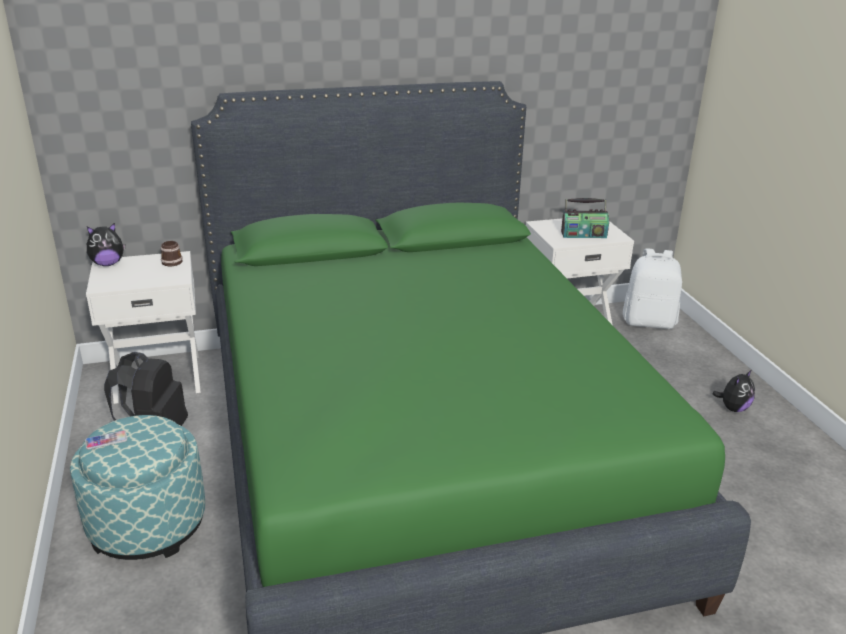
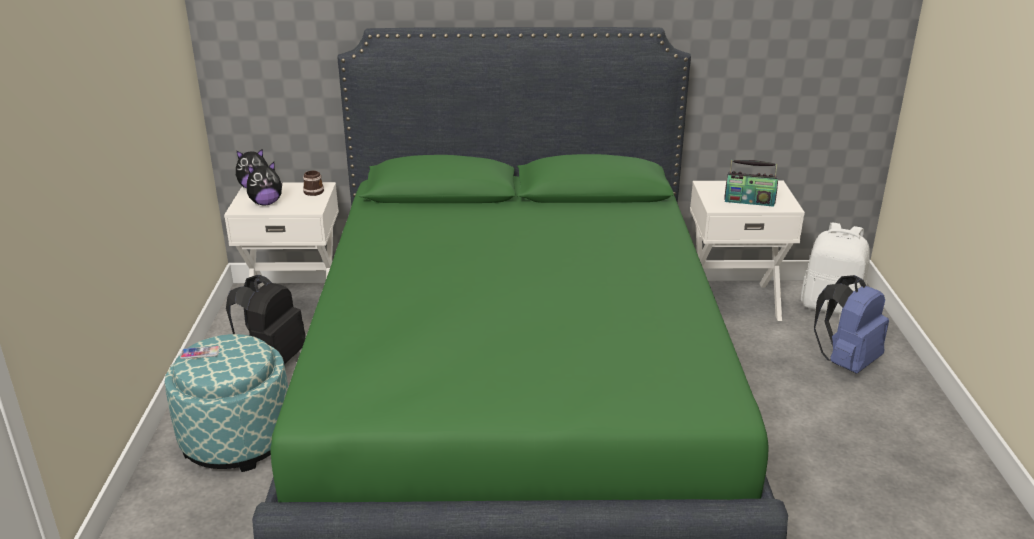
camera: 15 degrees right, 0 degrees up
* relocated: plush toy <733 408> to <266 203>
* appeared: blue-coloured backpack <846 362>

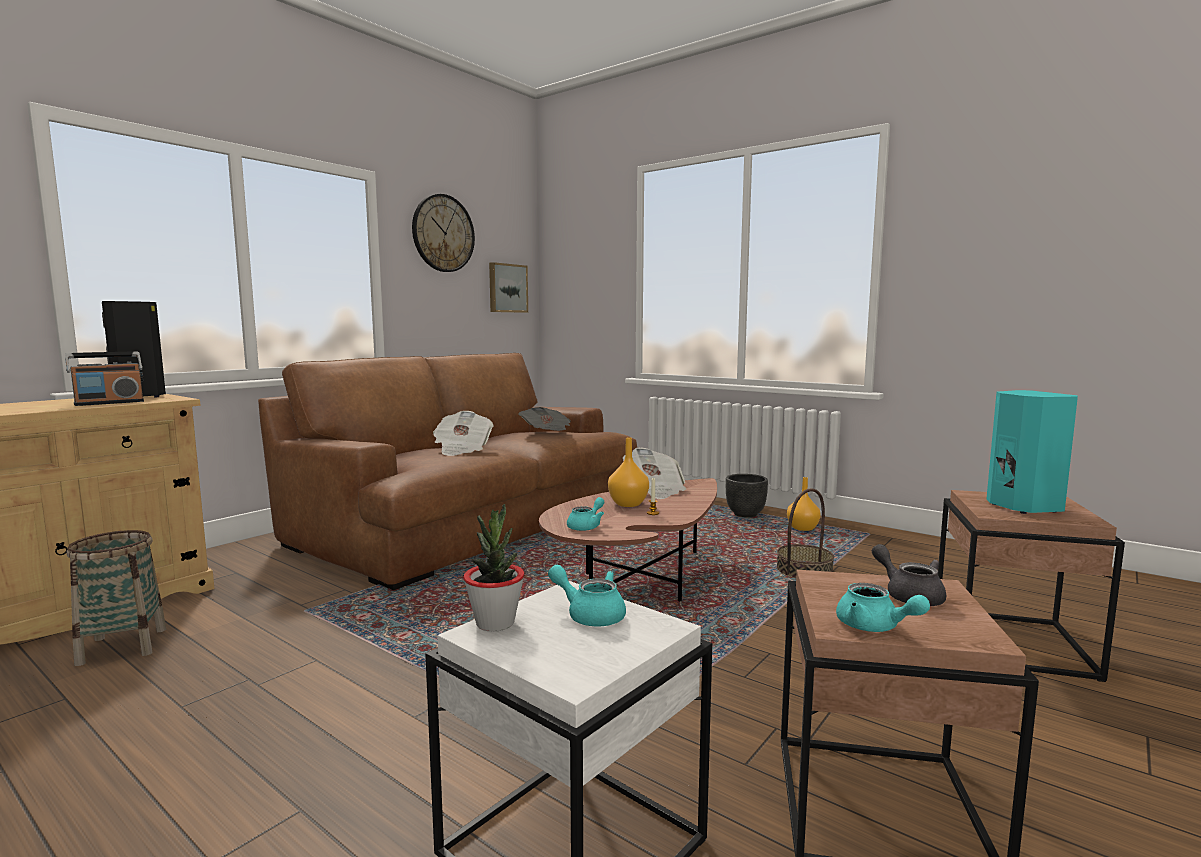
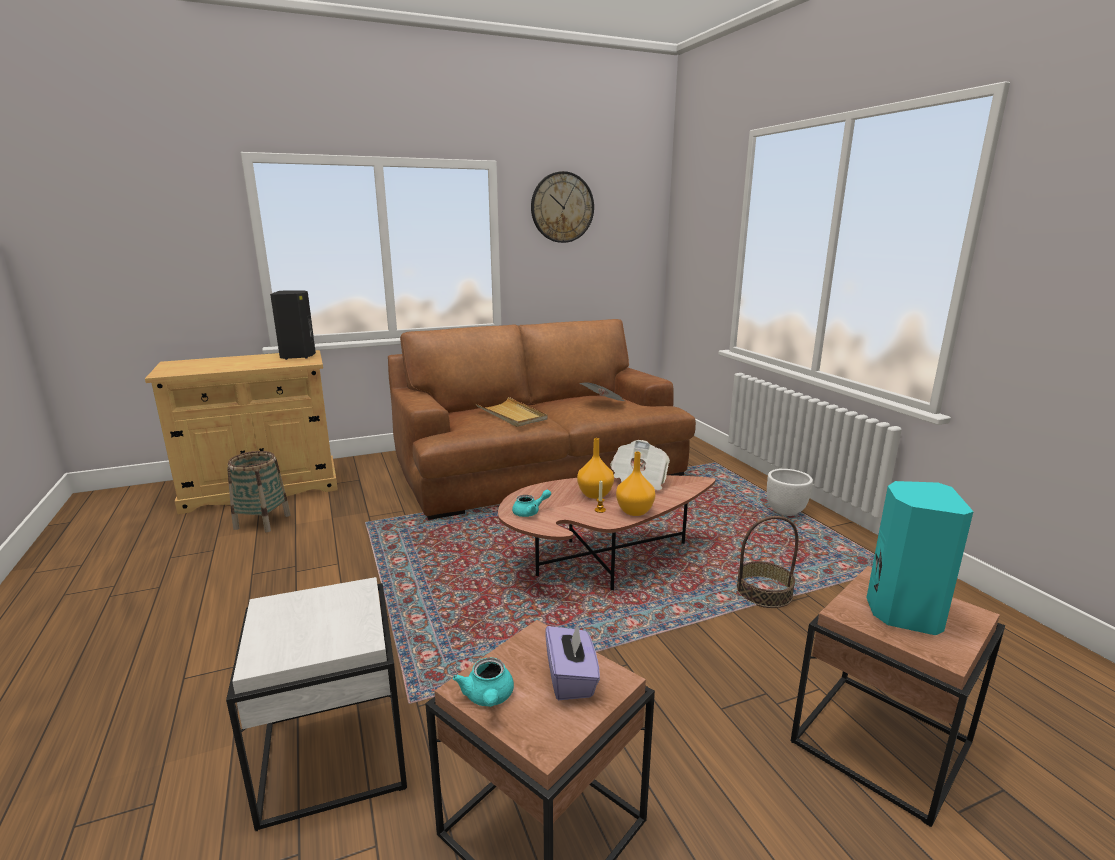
camera: 30 degrees right, 10 degrees up
* missing: wall picture <507 288>
* missing: radio receiver <109 403>
* exchanged: newspaper <462 450> to sand-coloured serving tray <511 415>
* colour: black-coloured planter <745 515> to white planter <785 511>
* relocated: orange-coloured vase <803 529> to <634 511>
* missing: houseplant <495 623>
* exchanged: grey teapot <909 595> to purple box of tissues <571 679>
* missing: turquoise teapot <590 615>

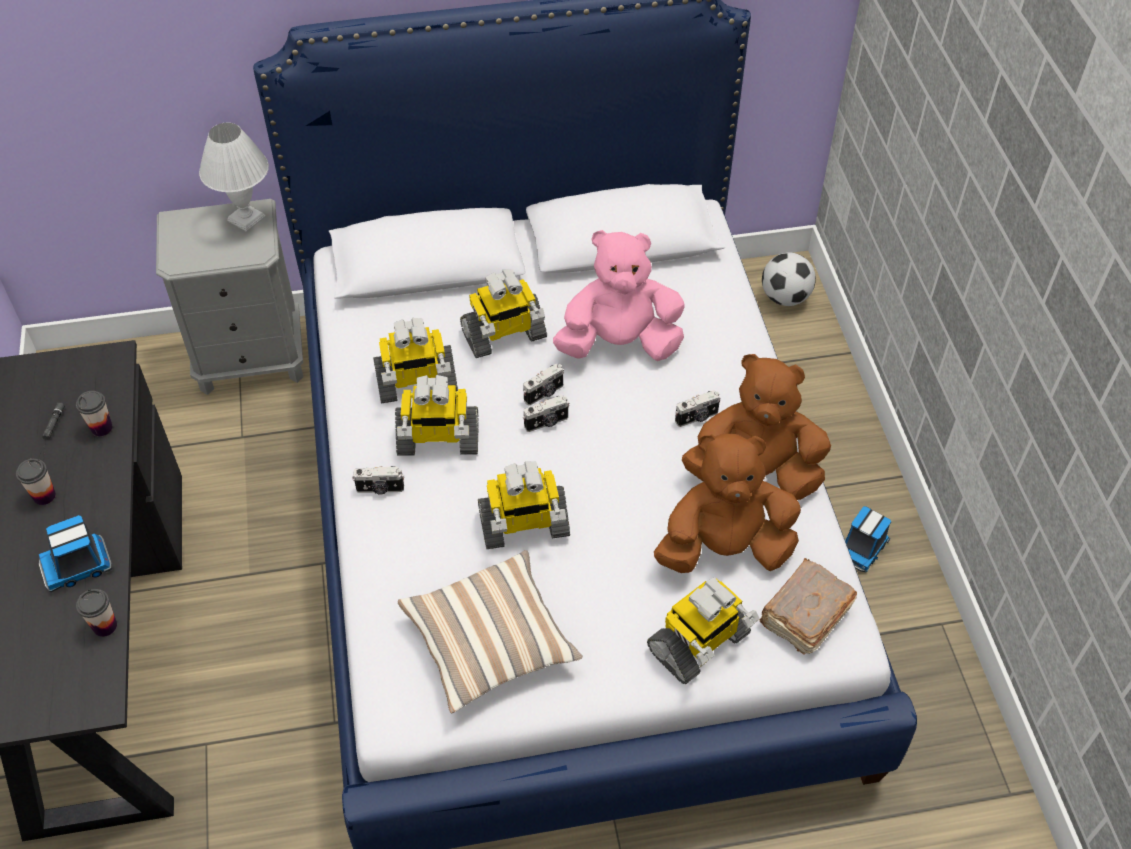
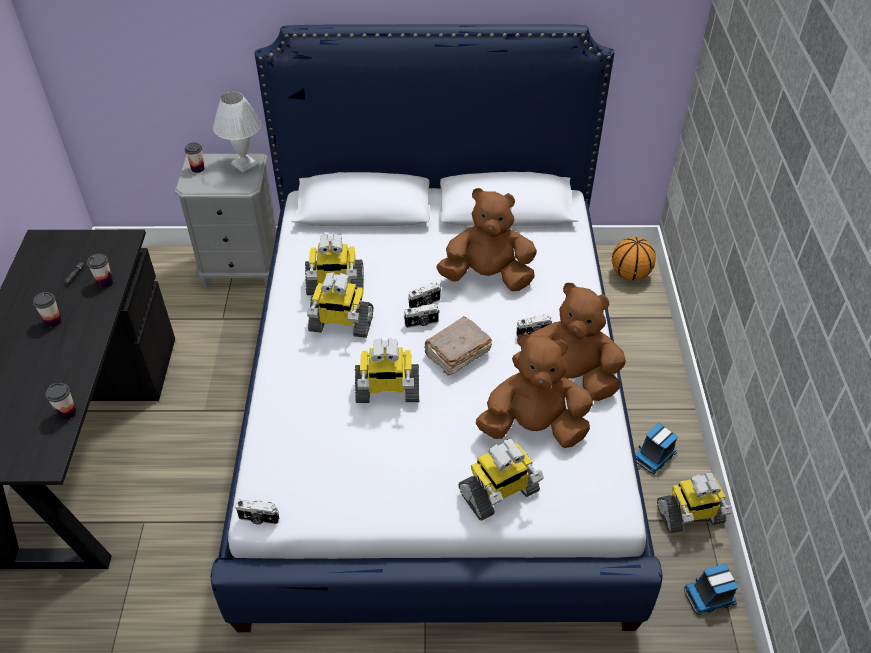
camera: 10 degrees right, 5 degrees down
* colour: pink-coloured plush toy <619 343> to brownish plush toy <487 277>
* exchanged: football <785 297> to basketball ball <629 274>
* relocated: robot figure <504 336> to <689 515>
* relocated: still camera <380 489> to <258 519>
* relocated: toy lorry <78 565> to <710 596>
* missing: cushion <490 643>
* relocated: brownish volume <804 616> to <456 354>
* appeared: cup <198 168>

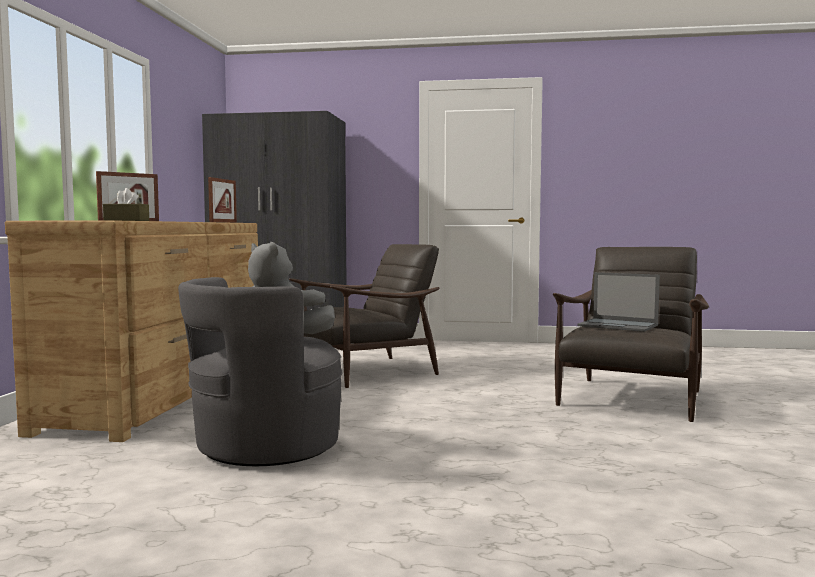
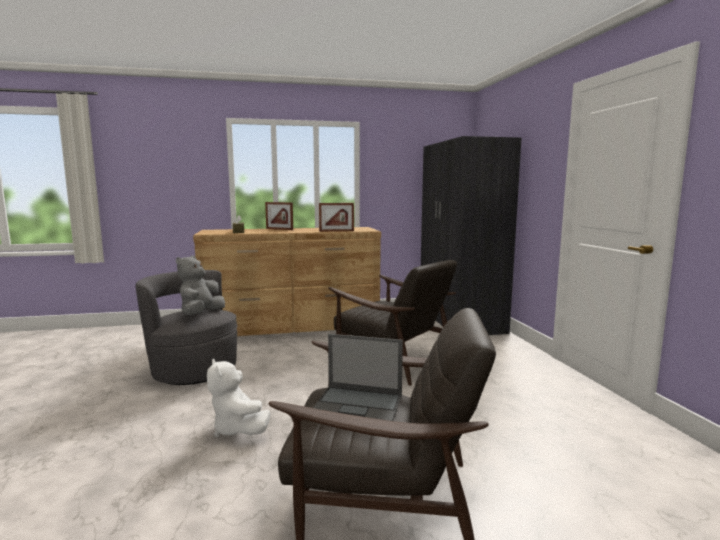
camera: 70 degrees right, 5 degrees up
* spun: laptop <619 325> = <359 404> 90 degrees counterclockwise
* appeared: white plush toy <238 429>

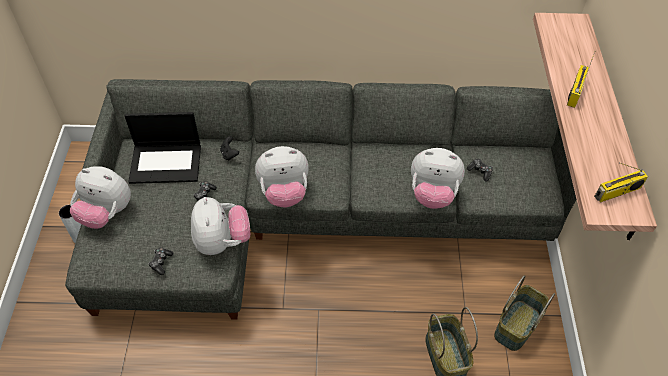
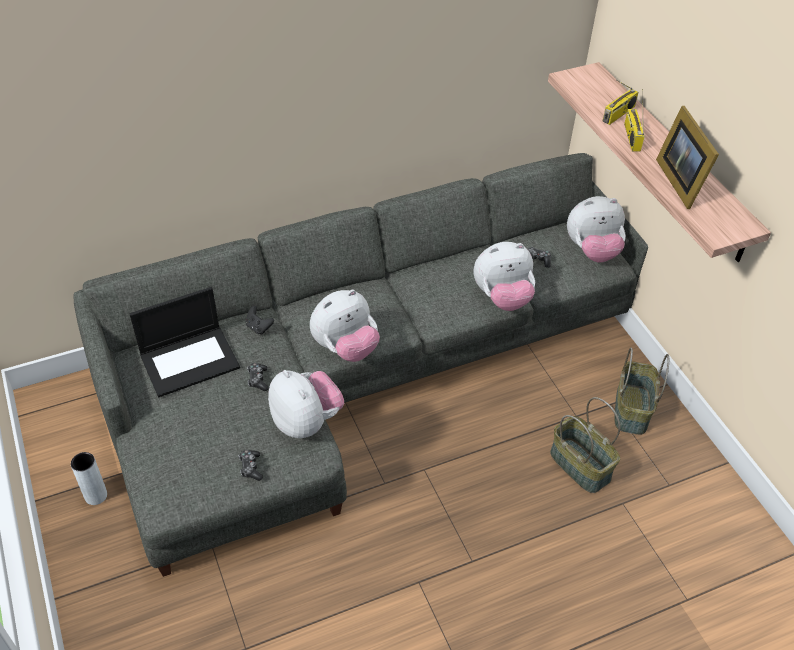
camera: 25 degrees left, 5 degrees down
* relocated: radio receiver <617 192> to <618 114>
* relocated: plush toy <106 213> to <592 251>
* appeared: standing frame <680 181>

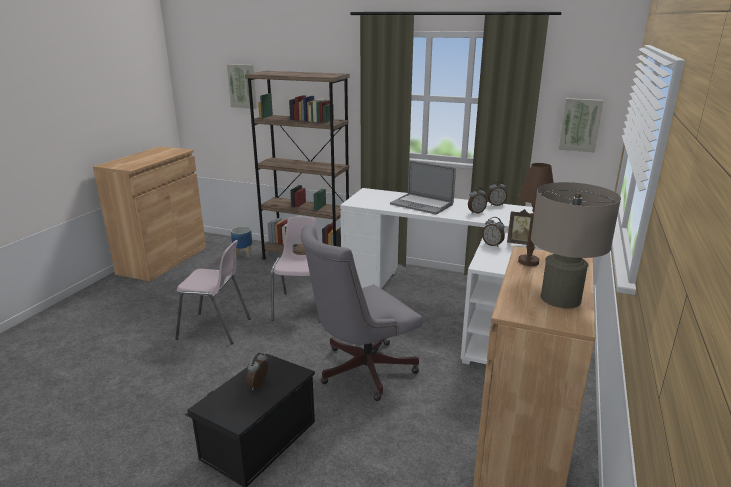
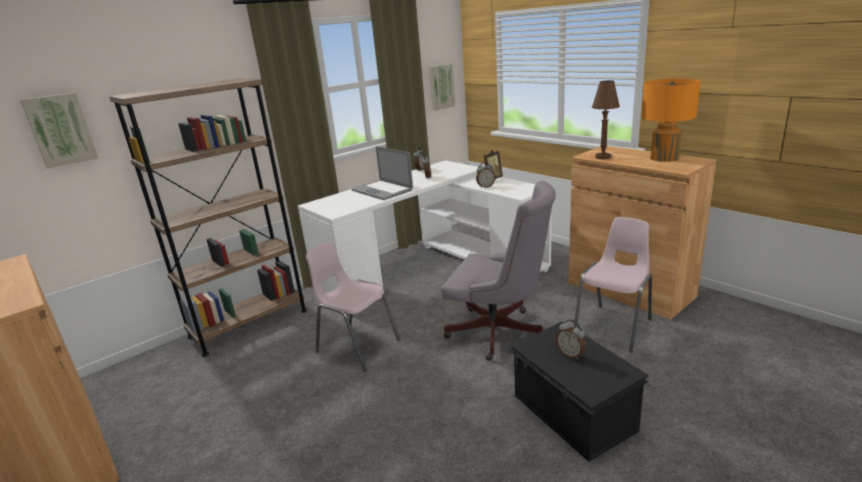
camera: 60 degrees left, 0 degrees up
* spun: laptop <421 204> = <382 190> 75 degrees clockwise
* colour: sand-coloured lamp for a table <560 298> to orange-coloured lamp for a table <664 158>
* spun: grey desk chair <360 370> = <500 333> 60 degrees counterclockwise
* missing: planter <243 254>
* relocated: pink-coloured plain chair <215 329> to <614 327>

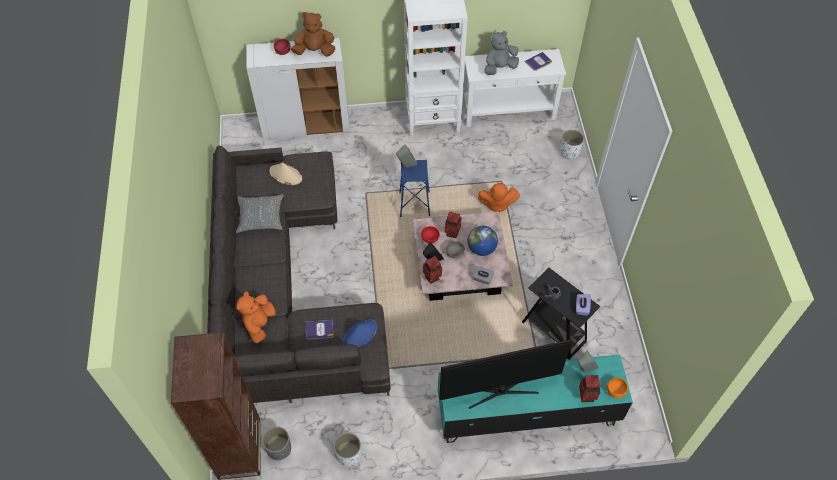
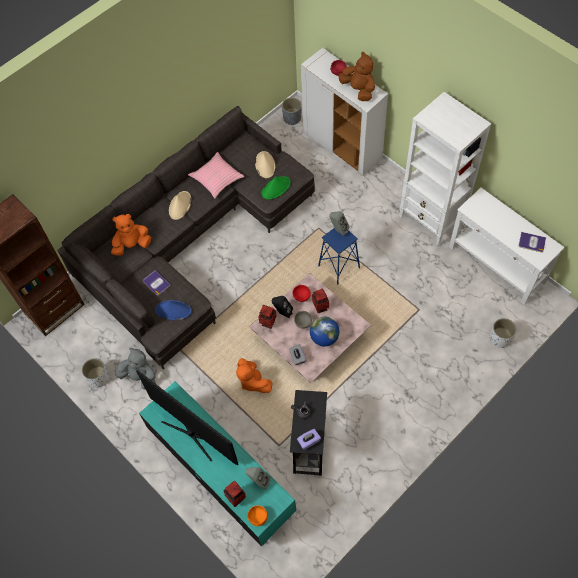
camera: 55 degrees right, 5 degrees up
* relocated: grey plush toy <499 67> to <139 376>
* relocated: orange-coloured plush toy <497 204> to <253 381>
* colour: grey cushion <260 217> to pink-coloured cushion <216 179>
* relocated: grey planter <279 448> to <292 118>
* appeared: green hat <276 188>
* appeared: sand-coloured hat <180 206>

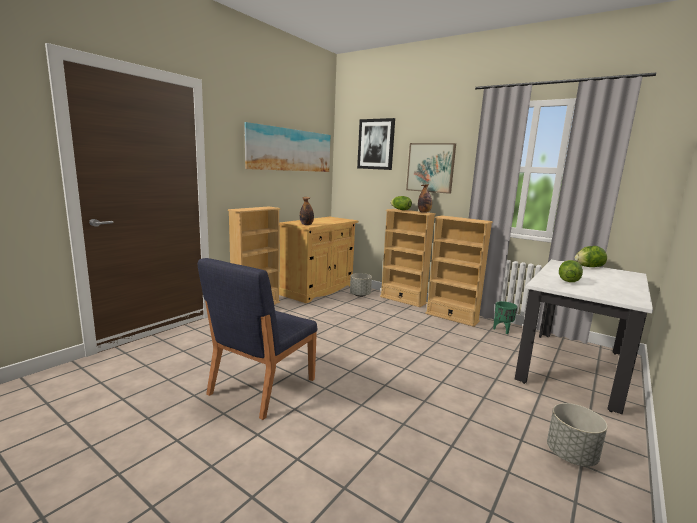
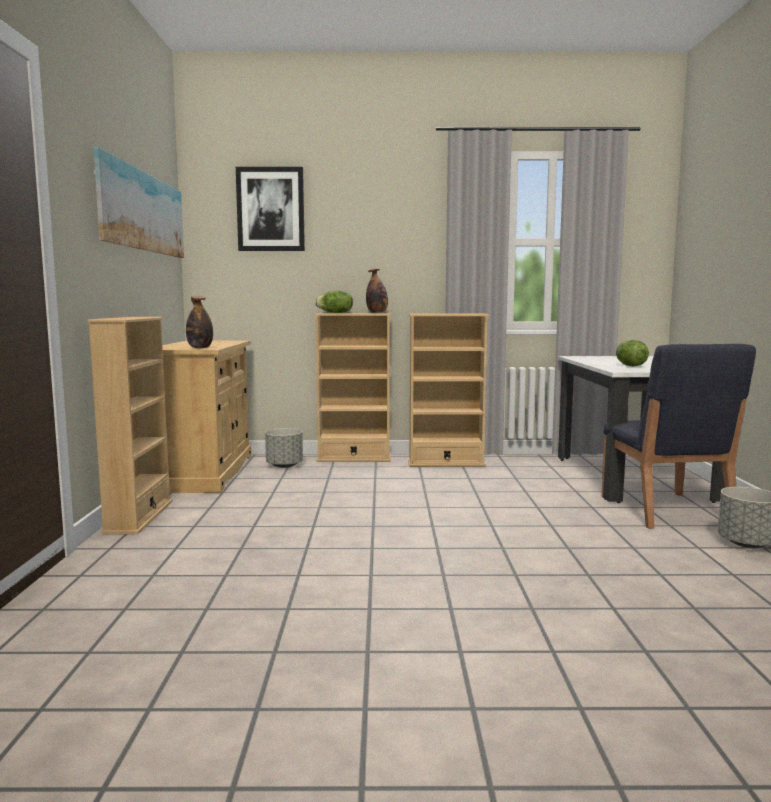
camera: 35 degrees left, 5 degrees down
* missing: wall picture <430 167>
* missing: lettuce <588 267>
* relocated: blue-coloured plain chair <261 387> to <665 510>
* missing: green planter <502 330>

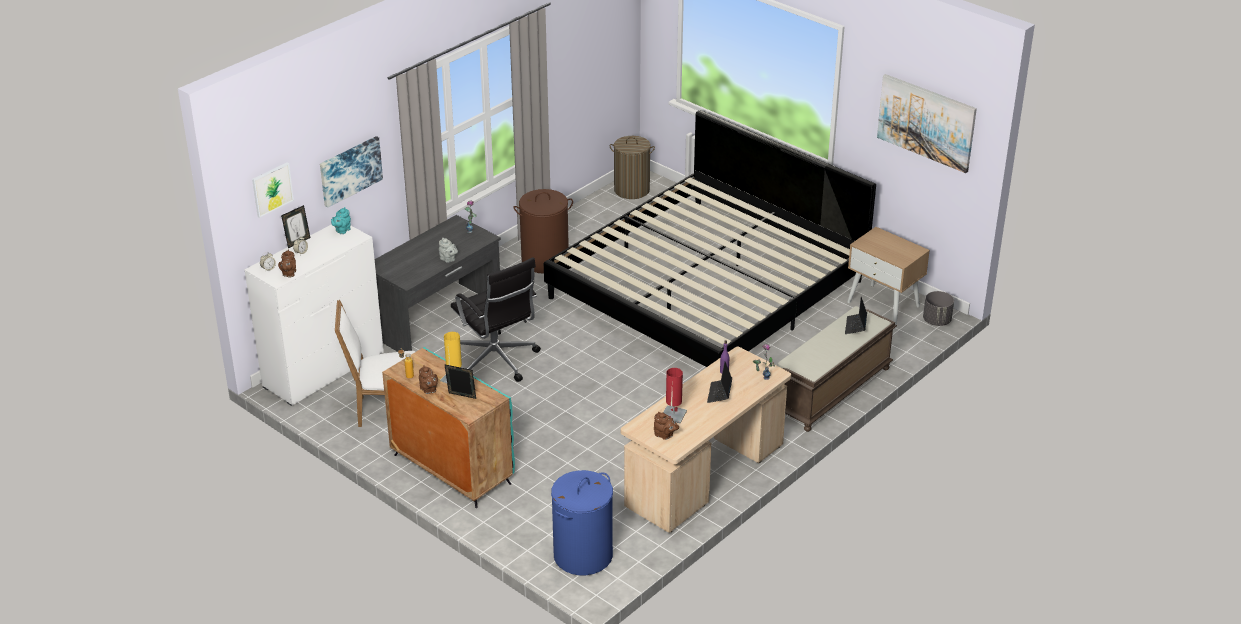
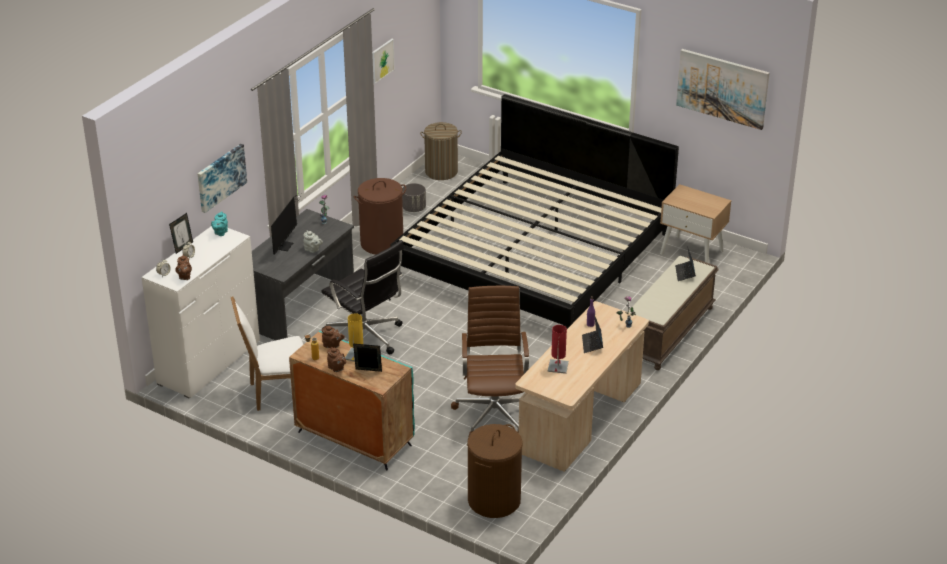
camera: 10 degrees left, 0 degrees up
* relocated: wall picture <272 189> to <382 60>
* relocated: grey planter <936 321> to <414 208>
* relocated: brownish teapot <665 435> to <332 346>
* colour: blue-coloured hamper <583 555> to brownish hamper <494 500>
* appeared: monitor <285 244>
* appeared: brownish desk chair <494 412>

